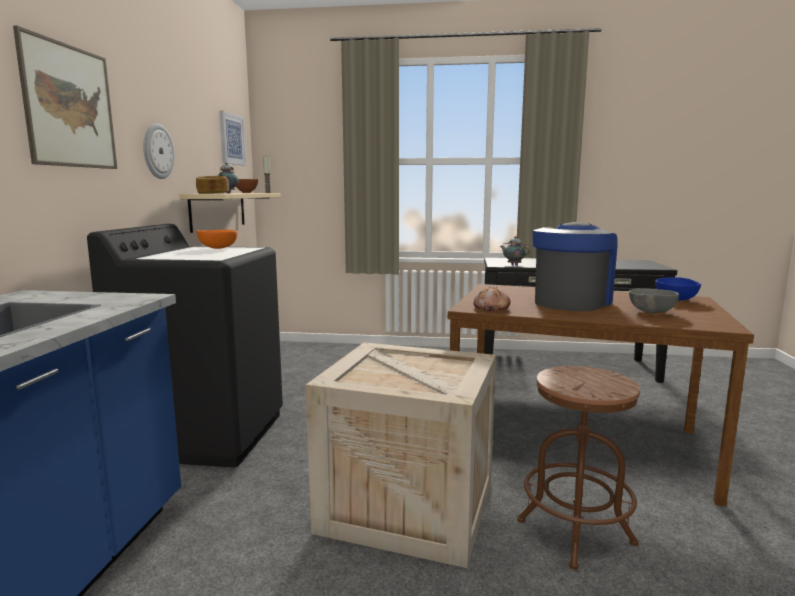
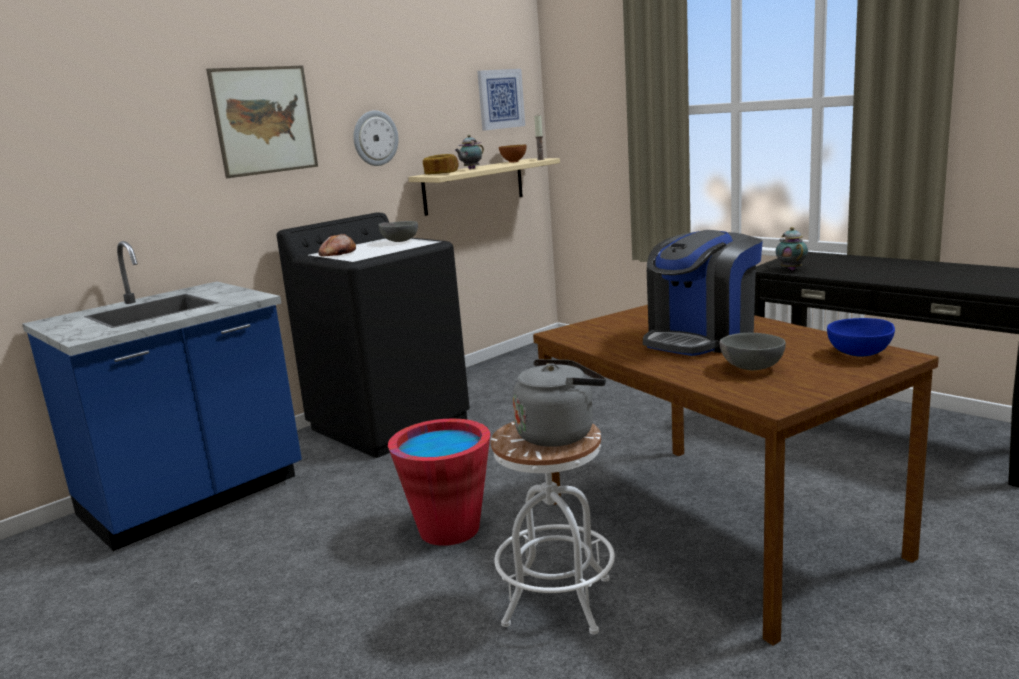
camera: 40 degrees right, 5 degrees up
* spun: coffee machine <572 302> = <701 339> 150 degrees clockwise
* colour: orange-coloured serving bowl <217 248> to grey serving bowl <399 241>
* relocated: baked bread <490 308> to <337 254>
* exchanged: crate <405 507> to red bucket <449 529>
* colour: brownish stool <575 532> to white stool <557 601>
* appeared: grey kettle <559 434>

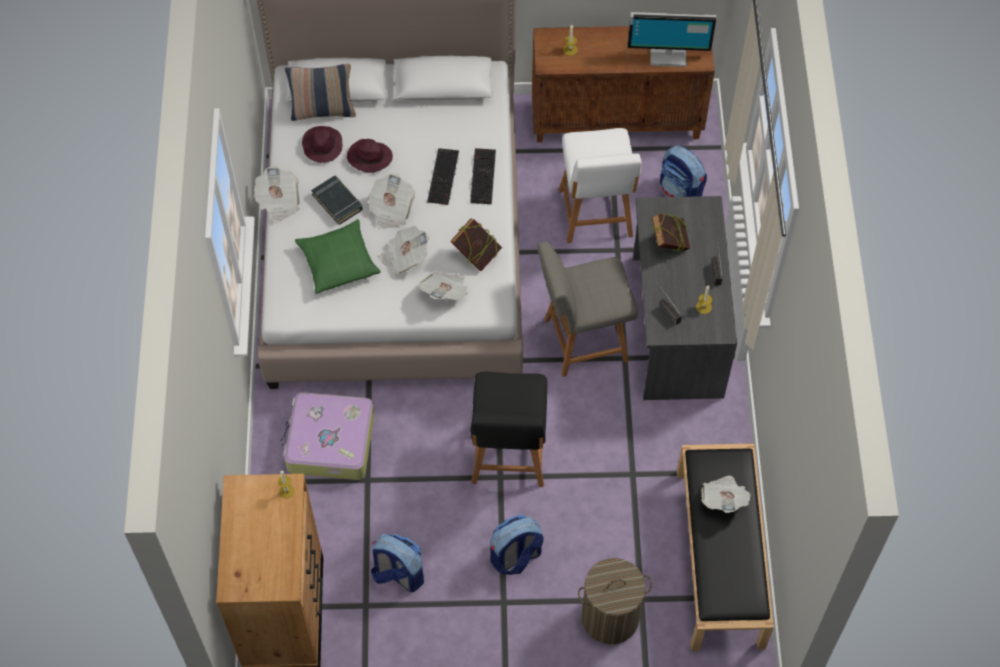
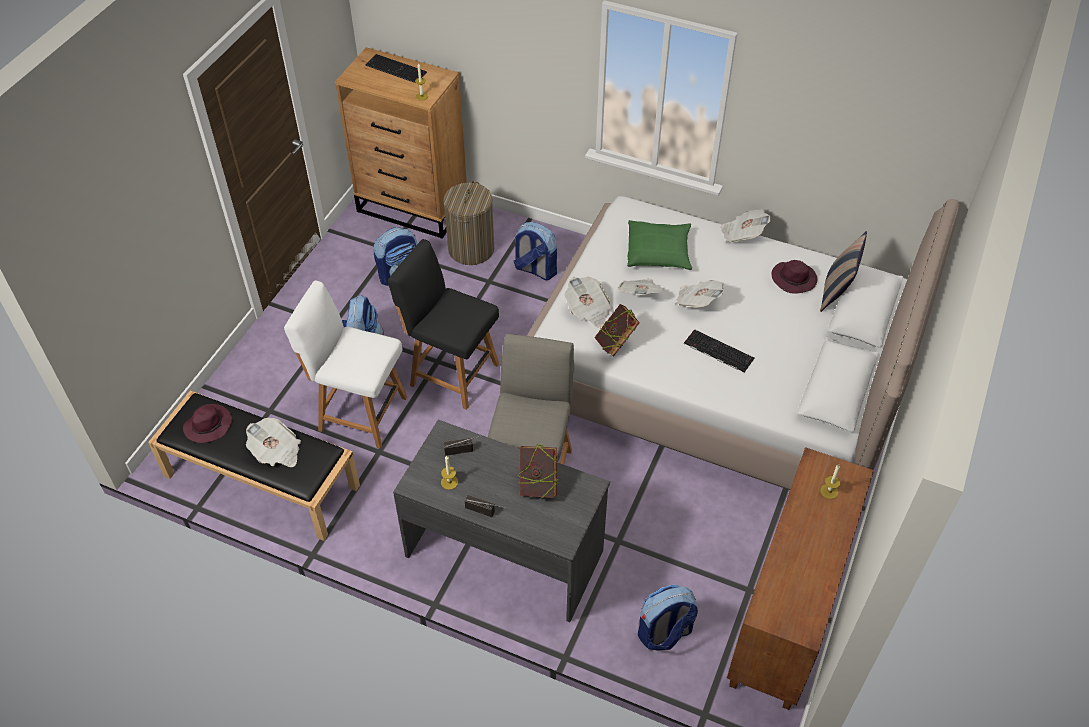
camera: 115 degrees right, 10 degrees down
* missing: monitor <668 54>
* relocated: white plain chair <596 216> to <360 412>
* relocated: purple hat <369 157> to <209 425>
* relocated: PC keyboard <482 175> to <397 69>
* missing: black-coloured volume <337 202>
* exchanged: travel case <329 443> to backpack <535 270>
* relocated: hamper <610 617> to <471 249>

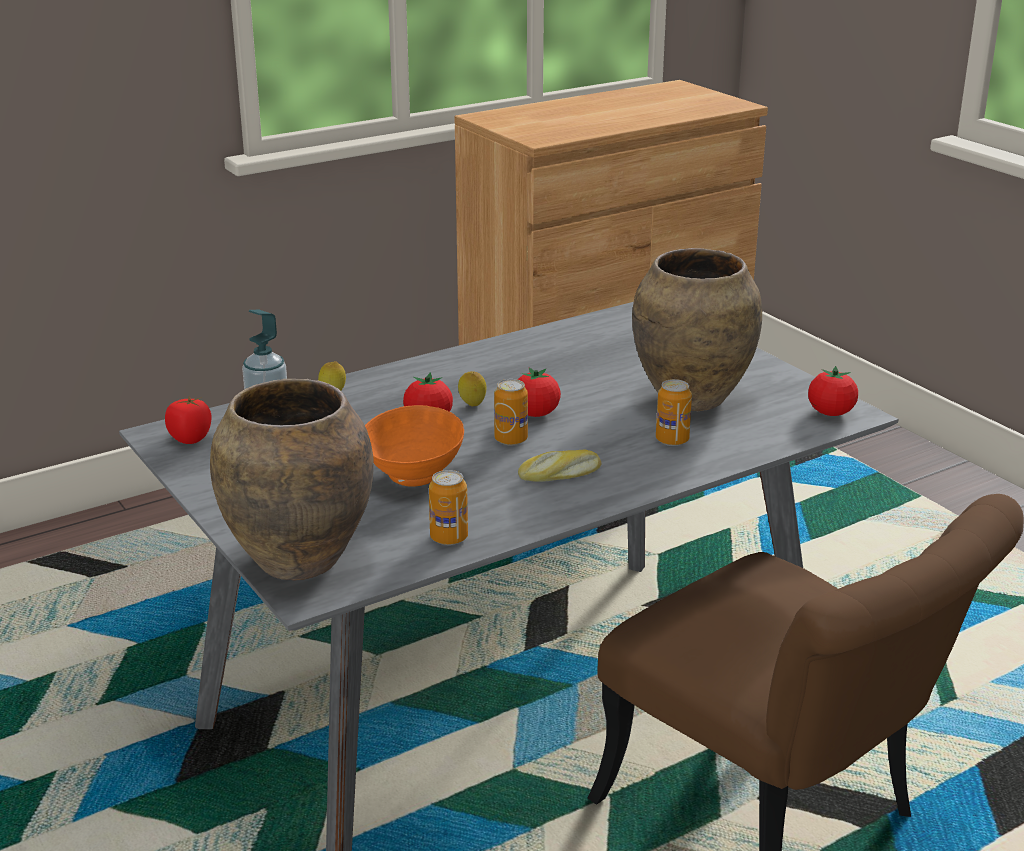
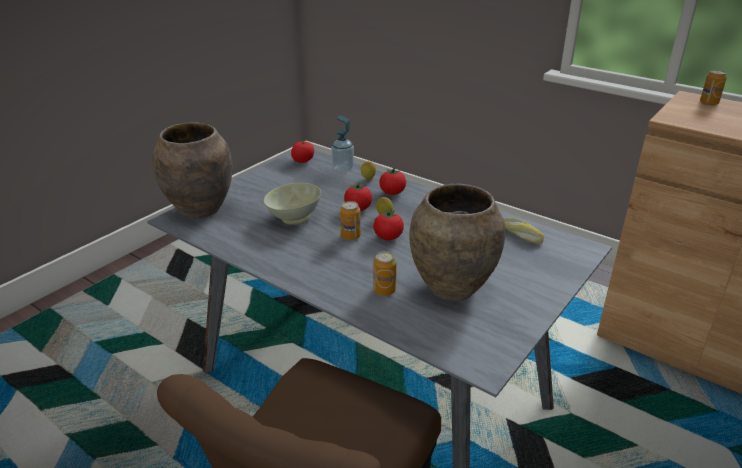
camera: 70 degrees right, 5 degrees up
* relocated: tomato <830 413> to <392 193>
* colour: orange-coloured serving bowl <412 475> to sand-coloured serving bowl <294 218>
* relocated: baked bread <560 475> to <521 235>
* relocated: sealed can <449 538> to <708 103>

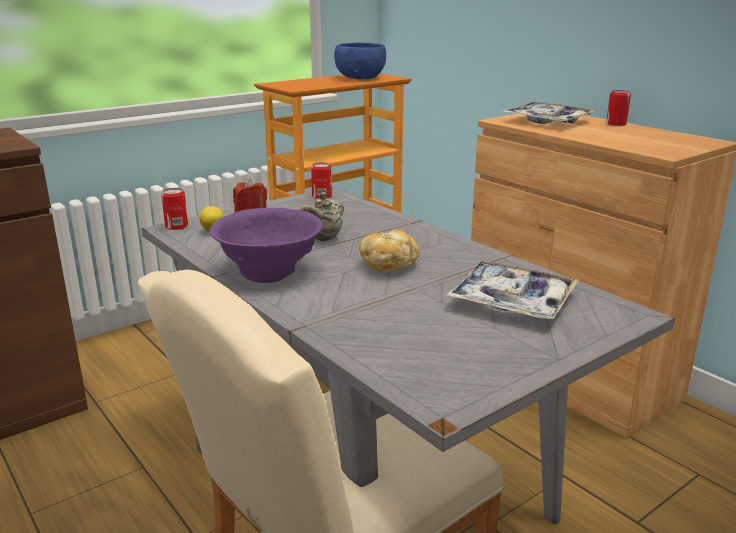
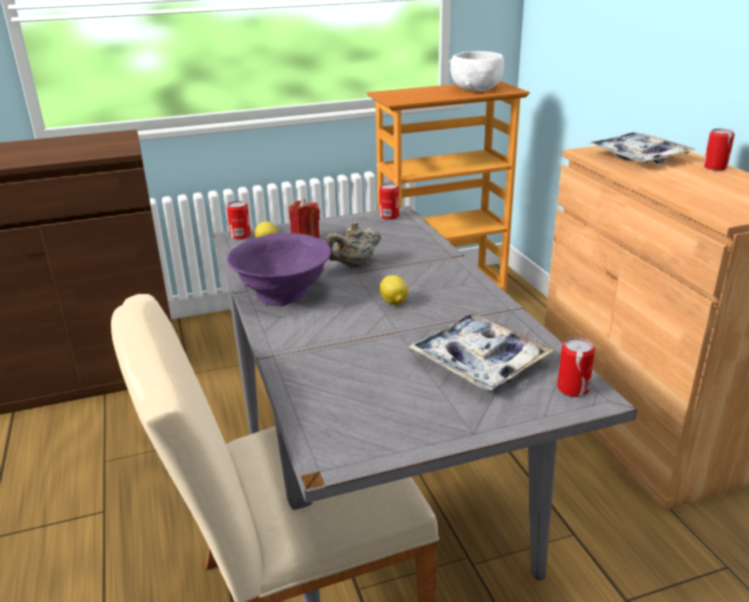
camera: 20 degrees right, 5 degrees up
* colour: blue-coloured serving bowl <360 78> to white serving bowl <475 89>
* exchanged: baked bread <389 265> to lemon <394 302>
* appeared: sealed can <572 388>

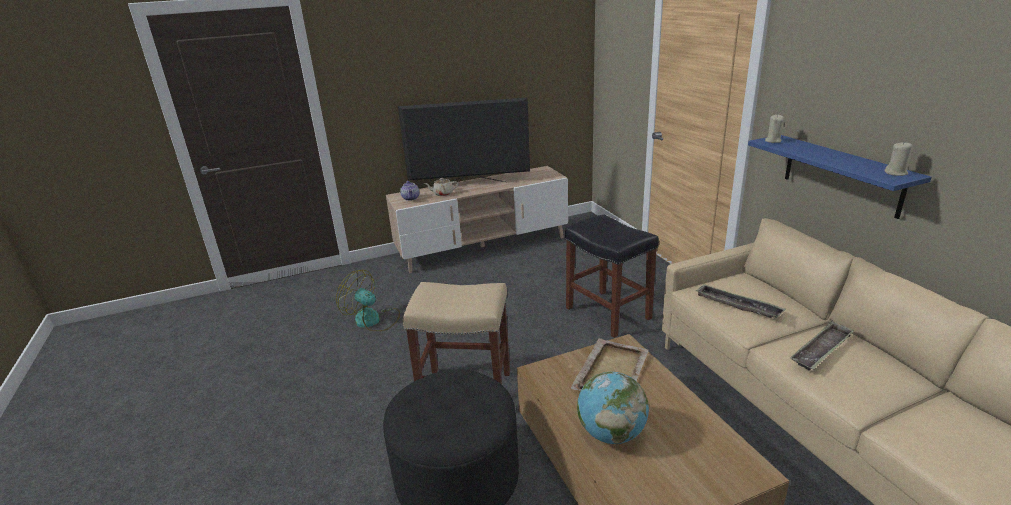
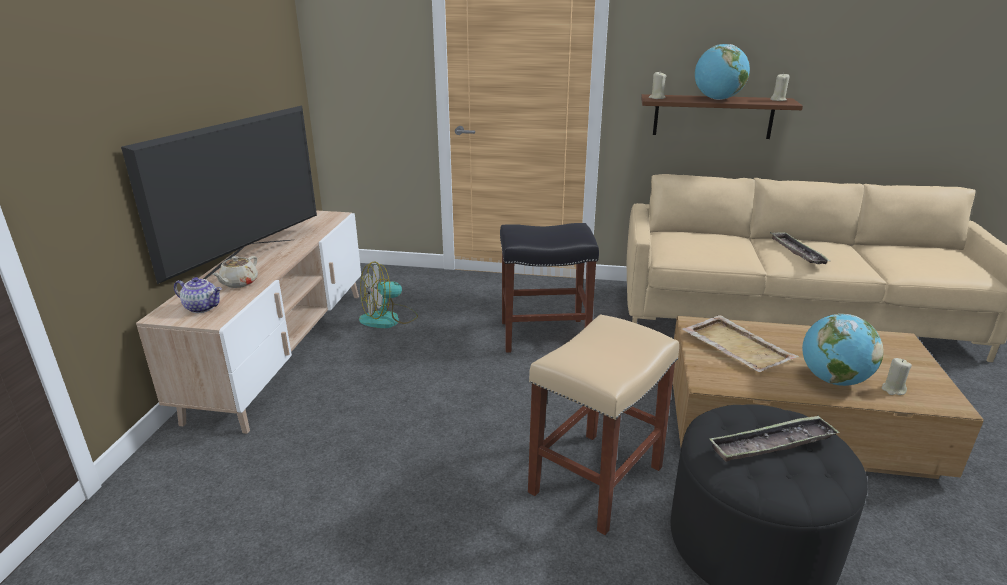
camera: 60 degrees left, 0 degrees up
* colour: blue-coloured bracket shelf <841 175> to brownish bracket shelf <713 116>
* relocated: electric fan <373 320> to <389 319>
* relocated: serving tray <737 305> to <772 444>
* appeared: desk globe <717 99>
* appeared: sand-coloured wax candle <893 390>

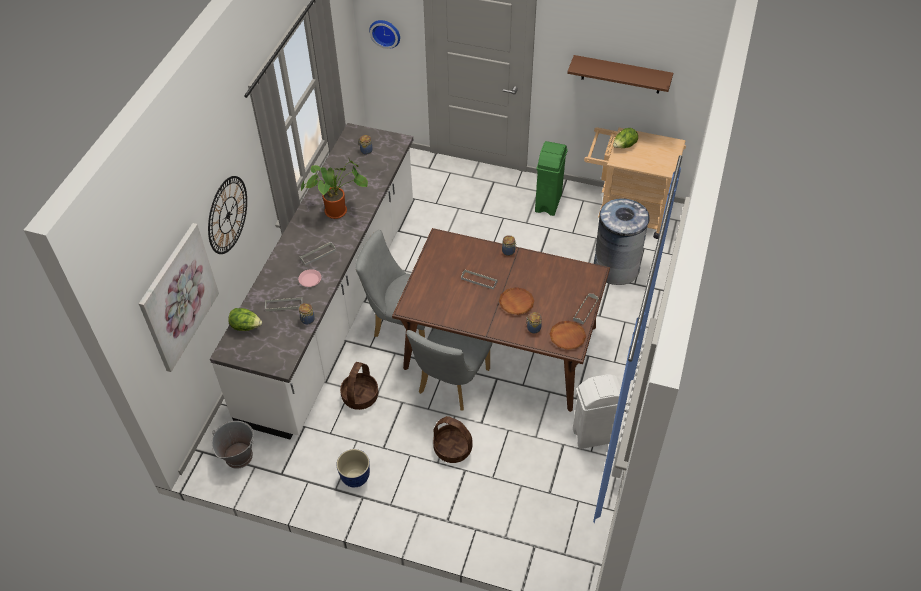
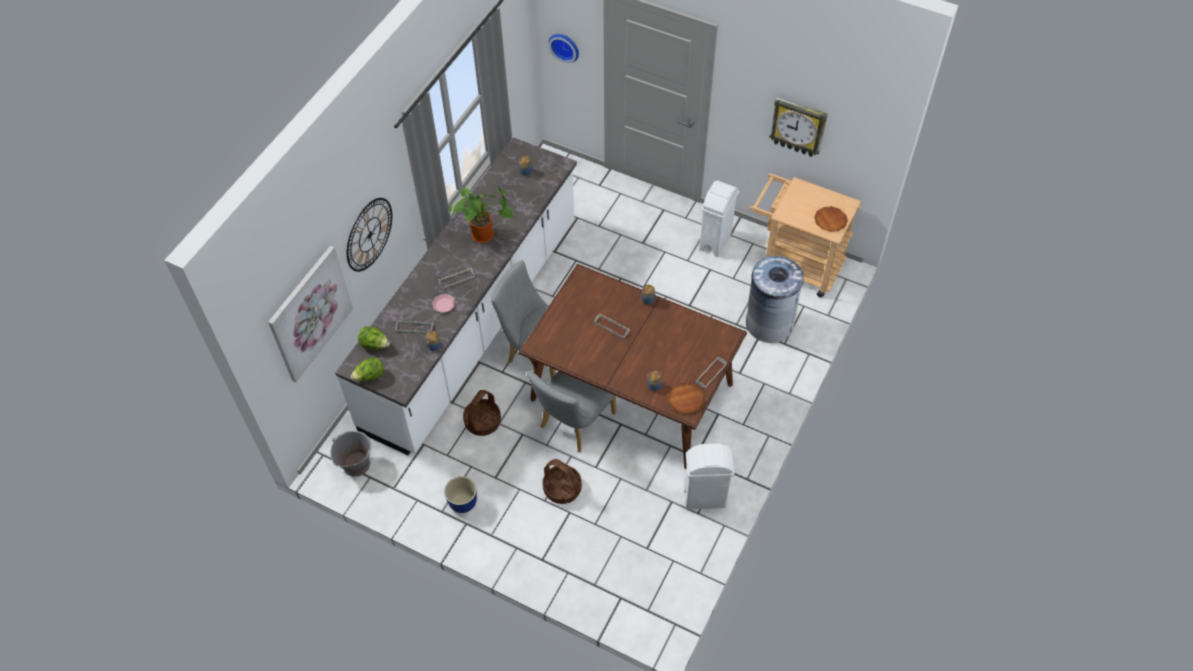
camera: 10 degrees right, 5 degrees up
* exchanged: brownish bracket shelf <621 74> to wall clock <798 126>
* relocated: lettuce <624 146> to <370 376>
* colour: green waste bin <548 203> to white waste bin <715 241>
* relocated: brownish dinner plate <516 303> to <830 221>

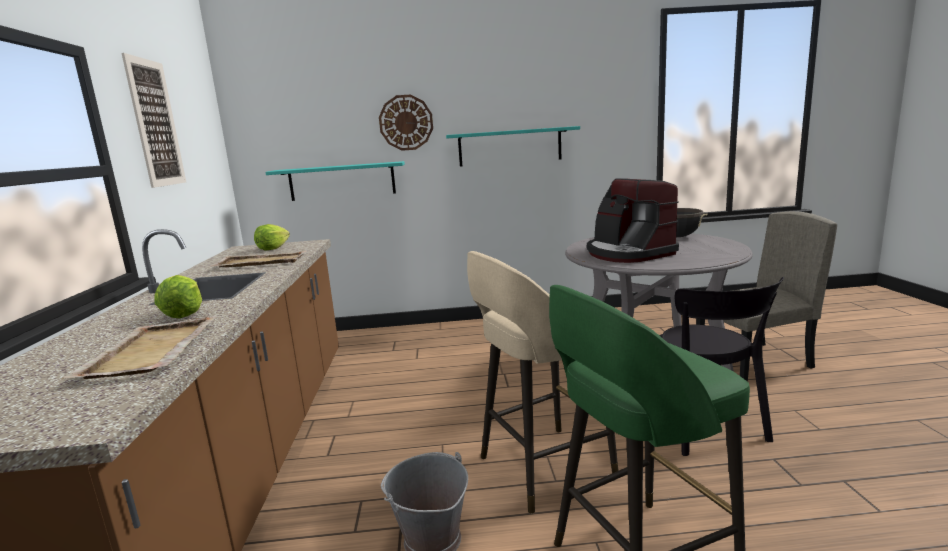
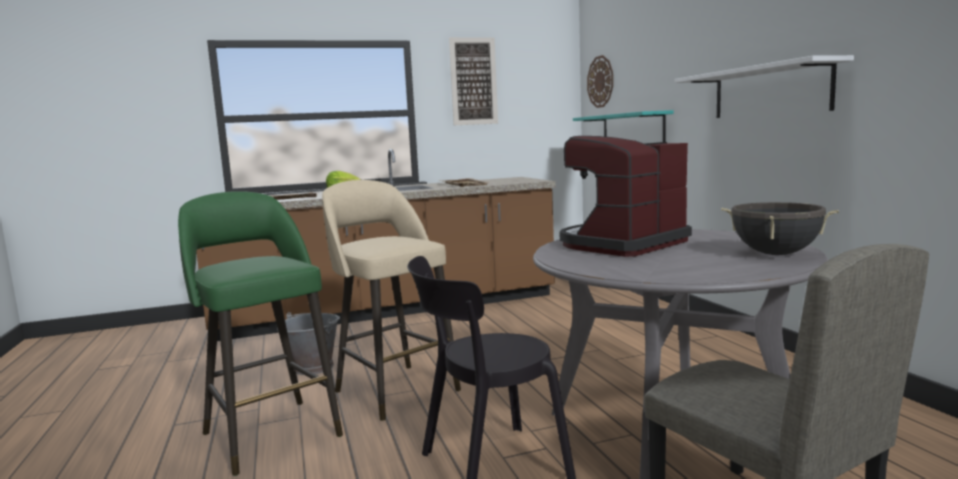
camera: 75 degrees right, 5 degrees down
* relocated: wall clock <406 122> to <600 81>
* colour: turquoise bracket shelf <510 147> to white bracket shelf <769 91>
* missing: lettuce <273 248>

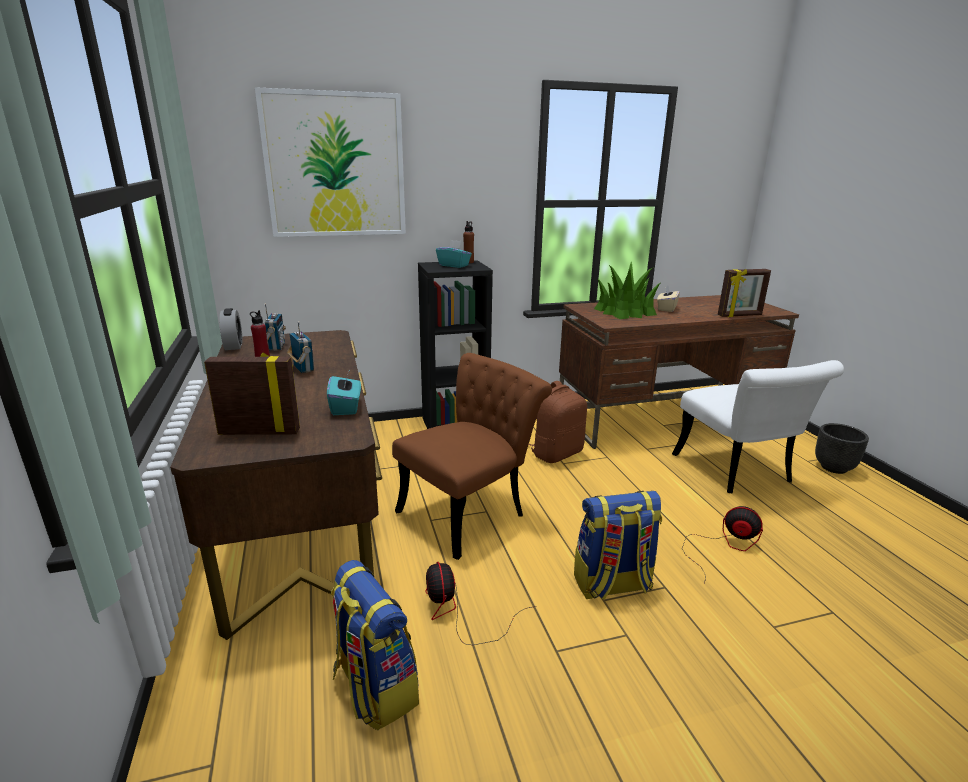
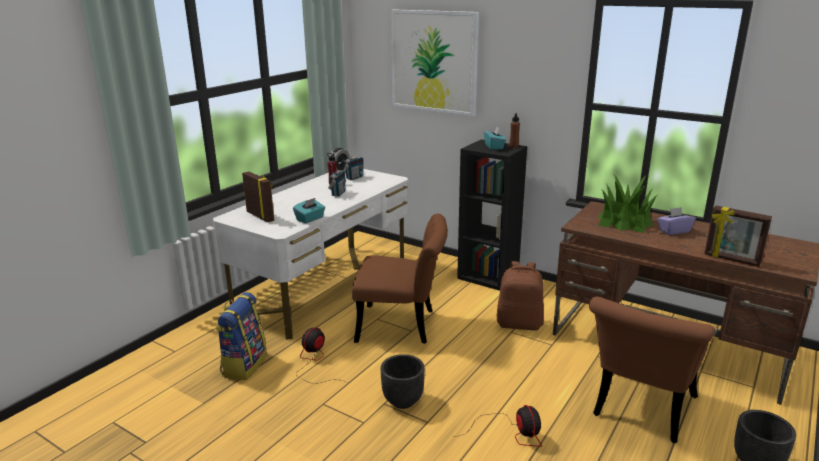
camera: 50 degrees right, 0 degrees up
* colour: sand-coloured box of tissues <666 308> to purple box of tissues <674 231>
* colour: brownish desk <302 521> to white desk <325 288>
* colour: white plain chair <738 472> to brownish plain chair <639 410>
* exchanged: backpack <612 585> to black-coloured planter <402 401>

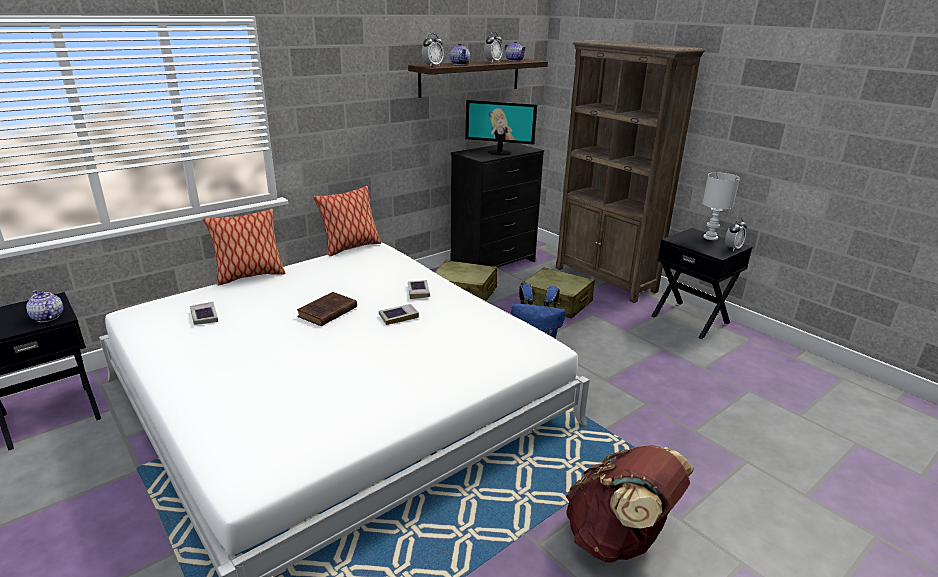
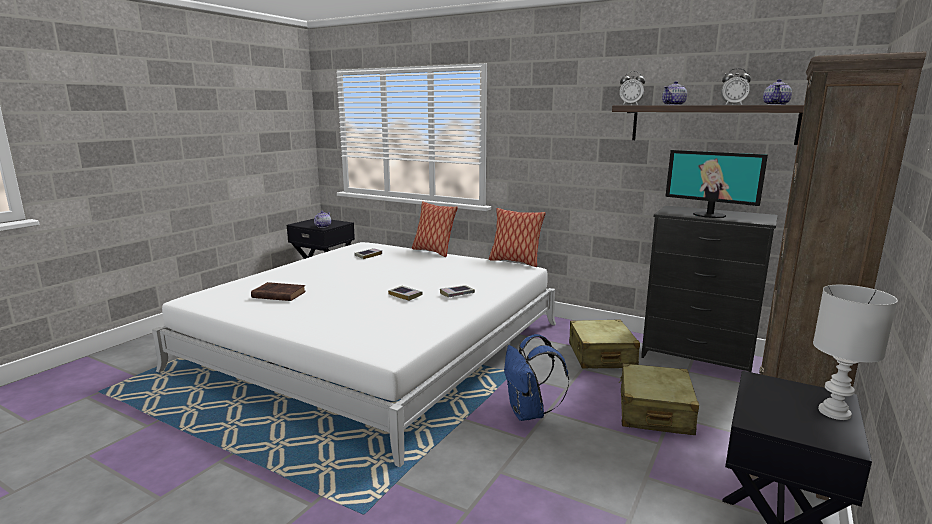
camera: 70 degrees right, 10 degrees down
* spun: monitor <499 152> = <709 215> 45 degrees counterclockwise
* missing: alarm clock <732 248>
* relocated: brownish volume <326 312> to <277 295>
* missing: brownish backpack <618 539>

